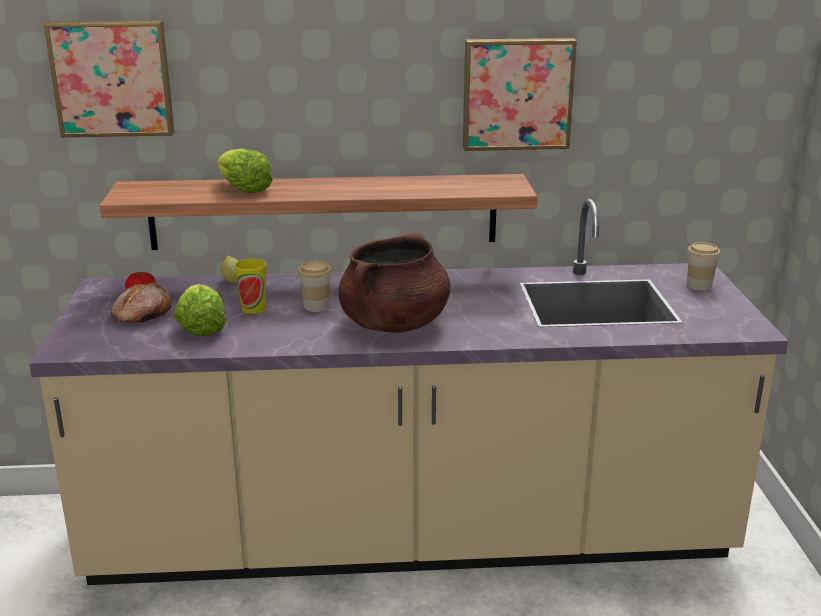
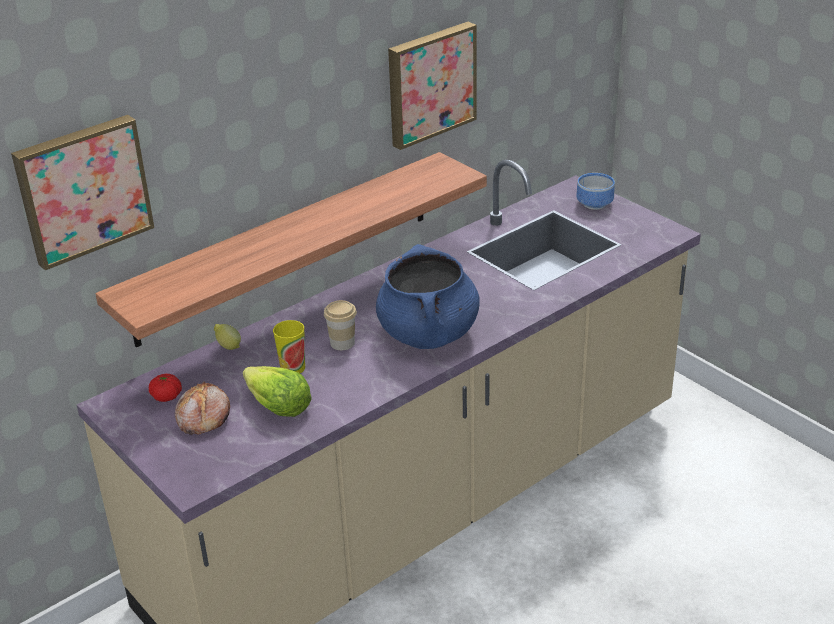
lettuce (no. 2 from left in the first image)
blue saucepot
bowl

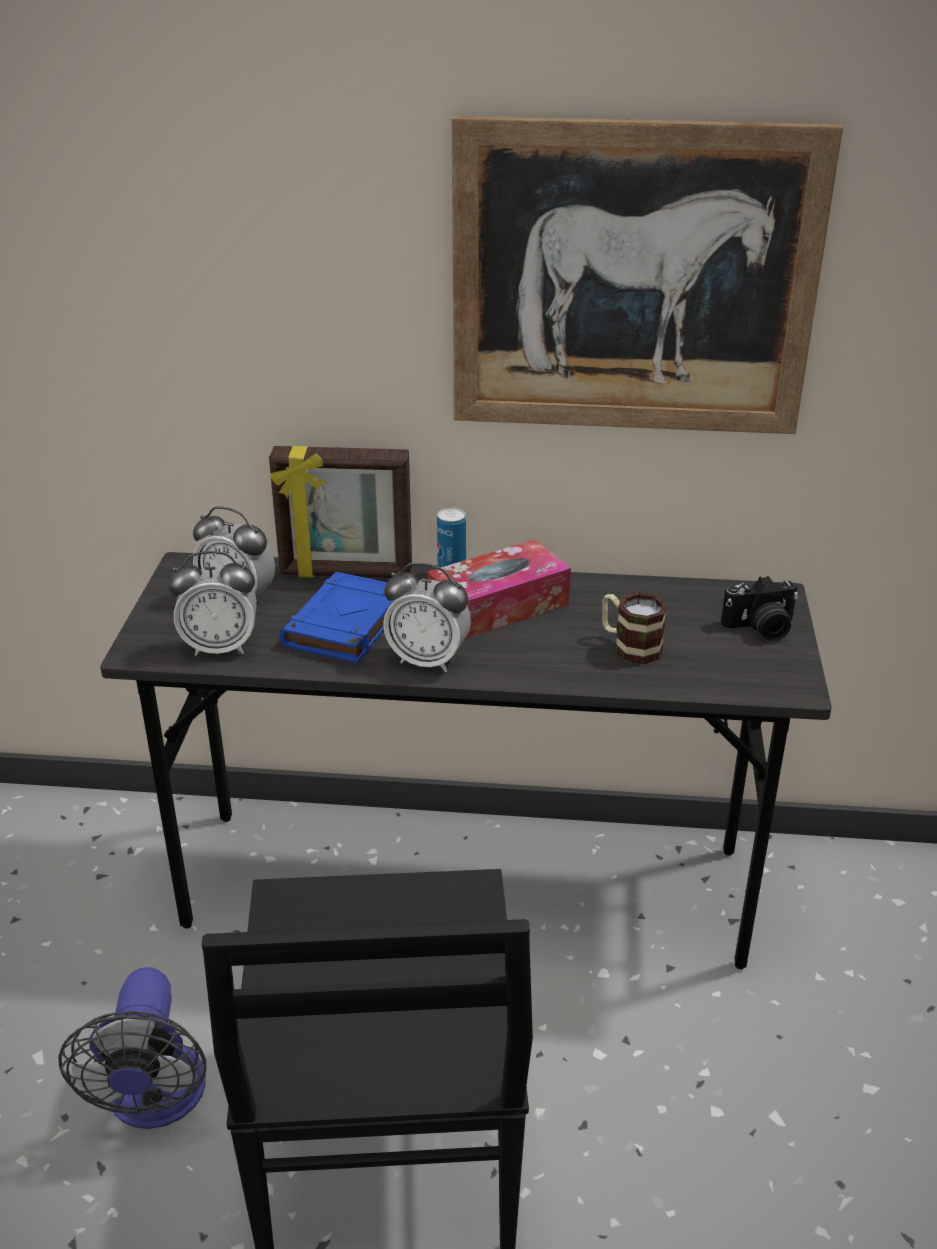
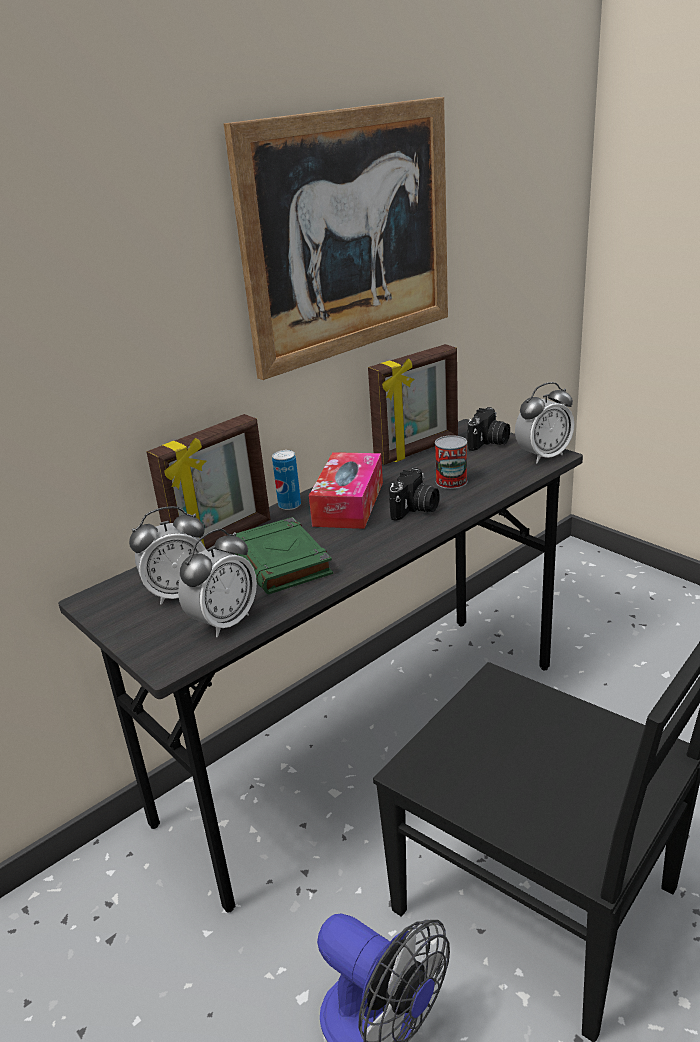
greenish bound book
bedside clock (no. 3 from left)
sealed can (no. 2 from left)
photo frame (no. 2 from left)
photo camera (no. 1 from left)

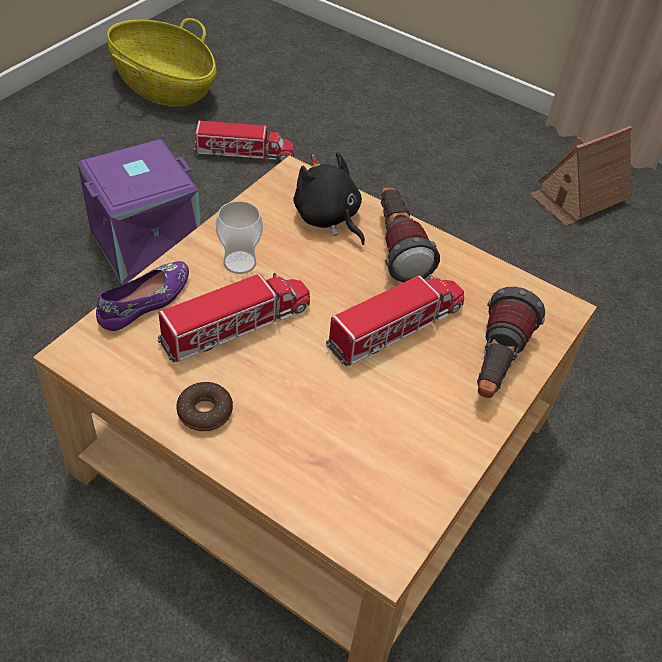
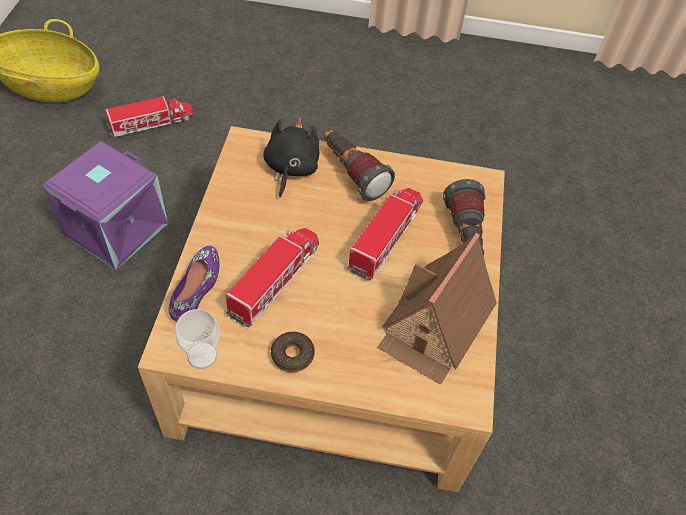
small cup
black-coloured plush toy
miniature house

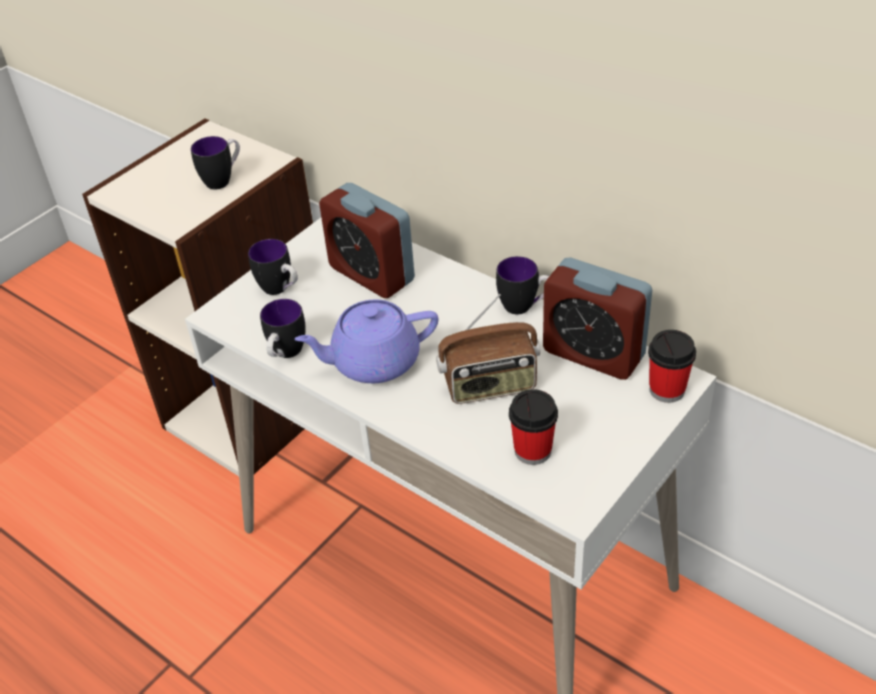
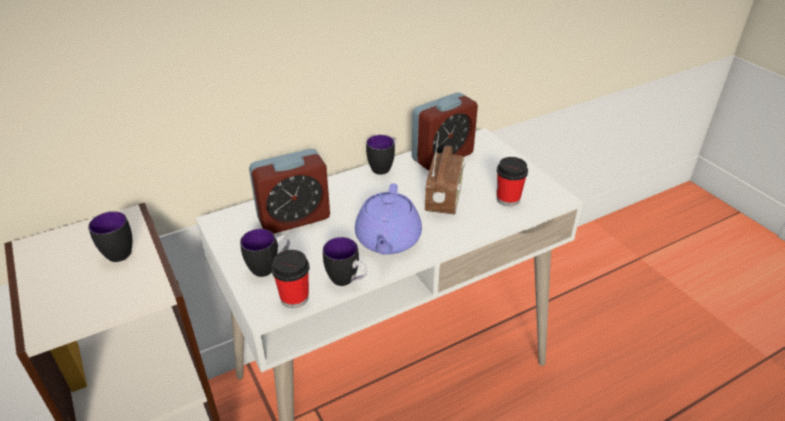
small cup (no. 1 from left)

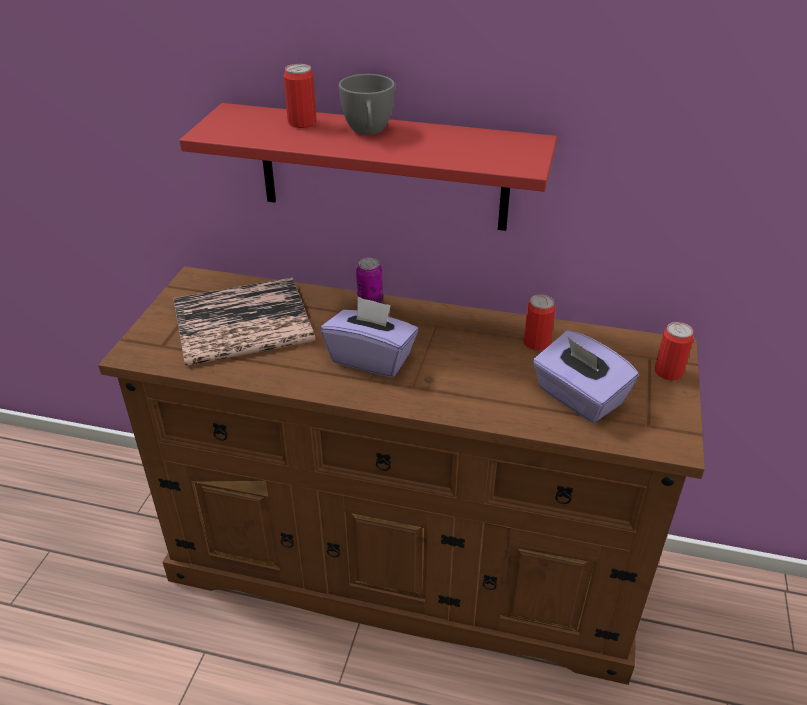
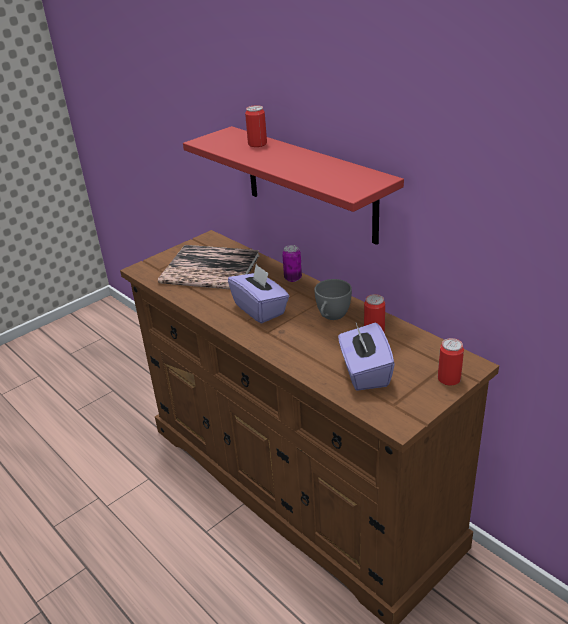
gray small cup

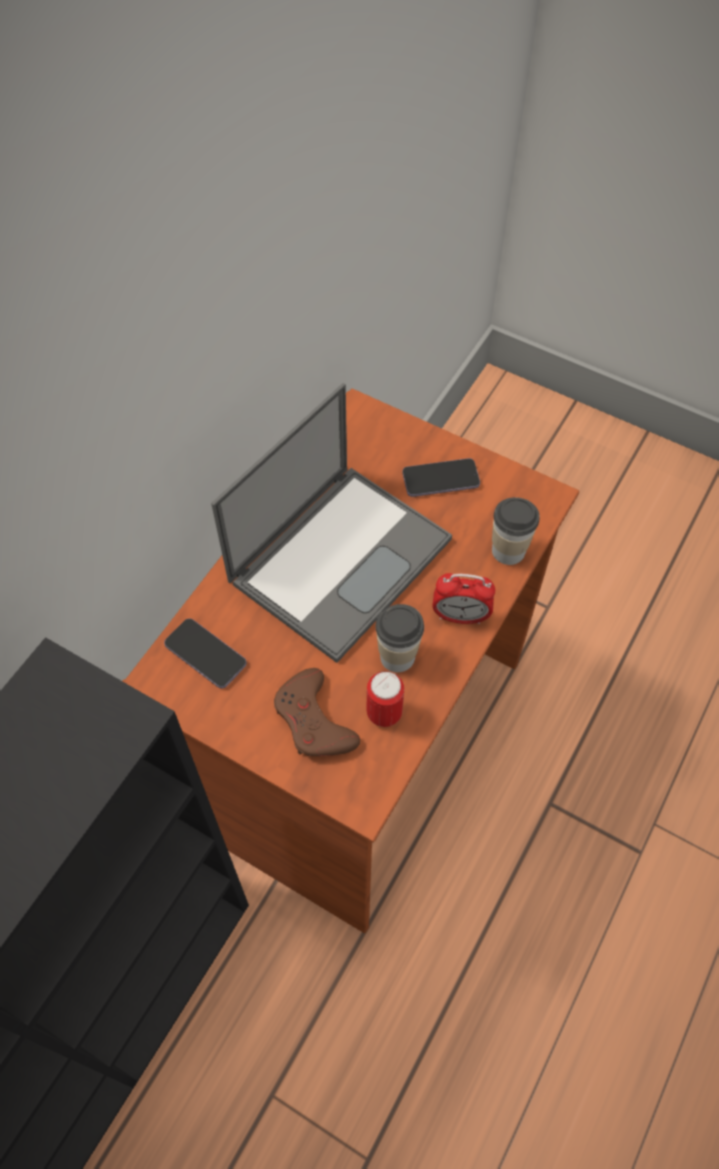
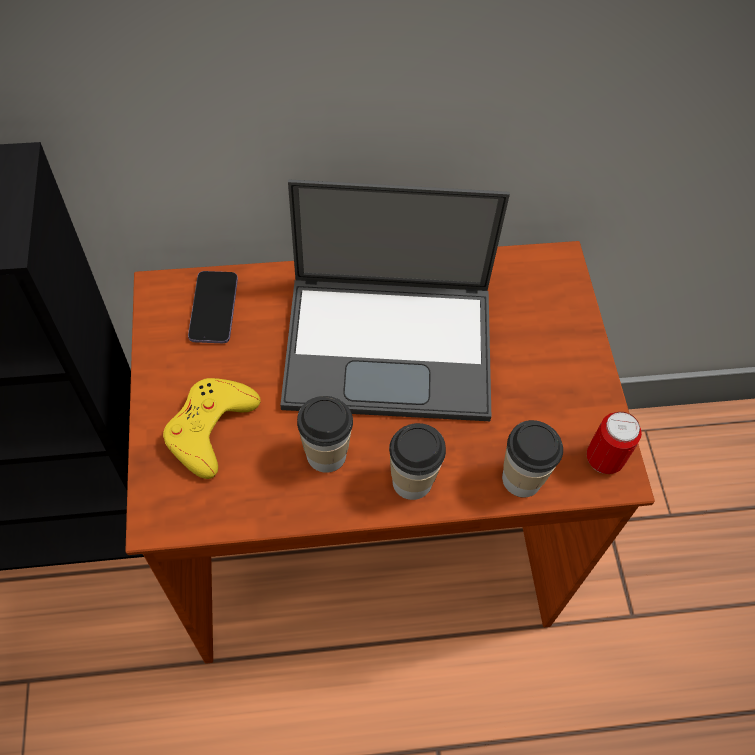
yellow-coloured game controller
sealed can
telephone (no. 2 from left in the first image)
small cup (no. 2 from left)

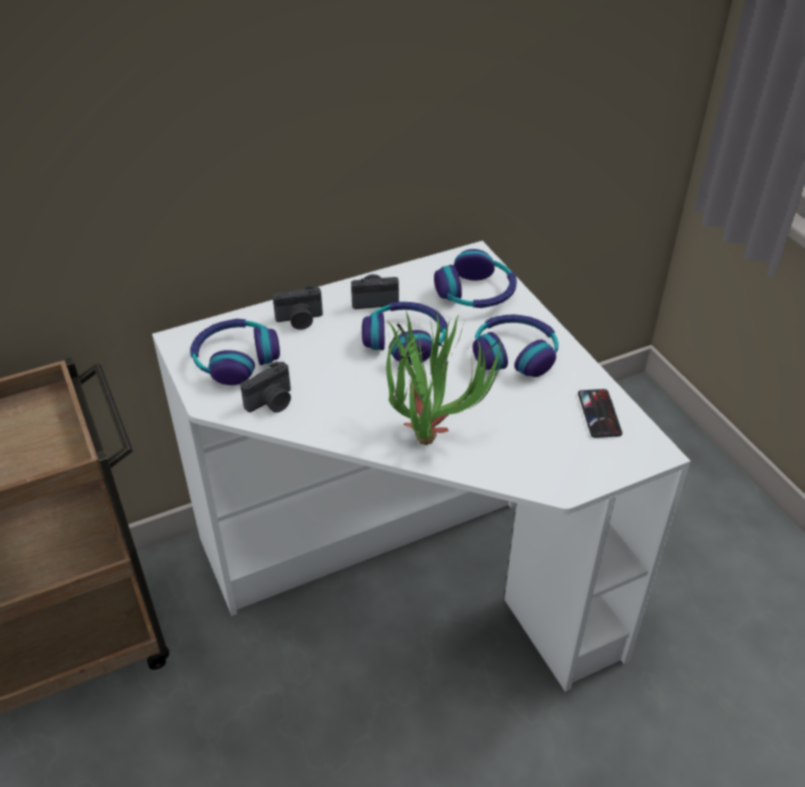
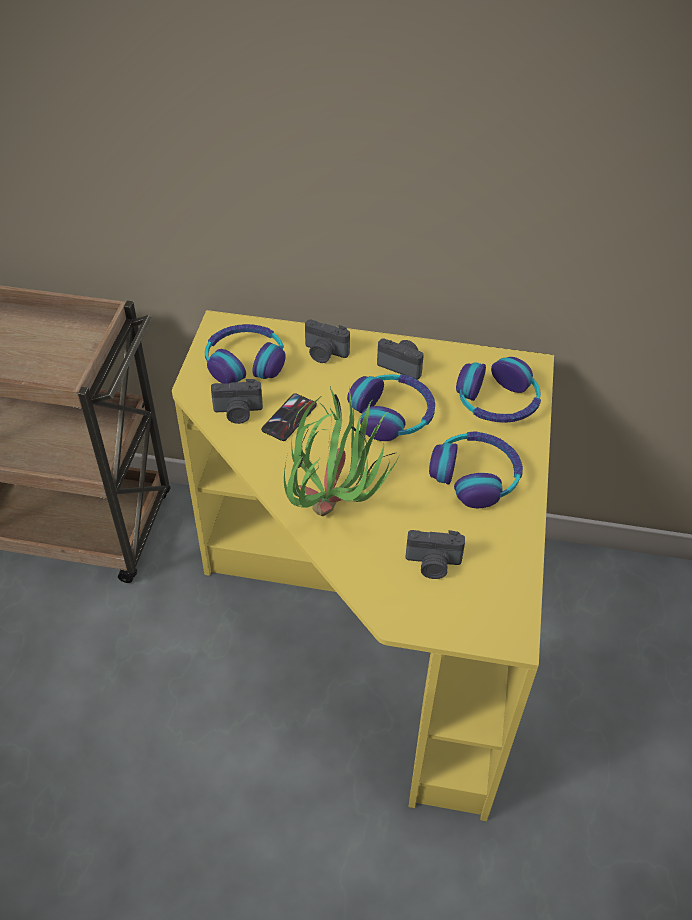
yellow-coloured desk table
telephone
photo camera (no. 4 from left)

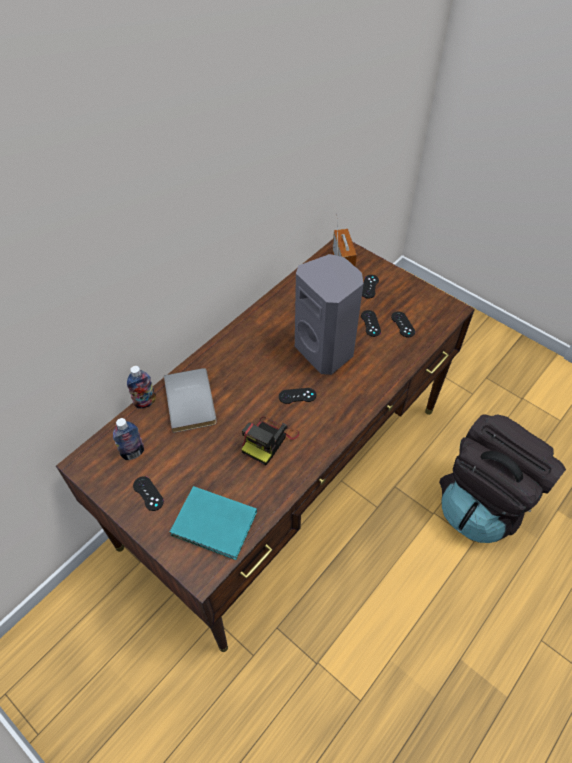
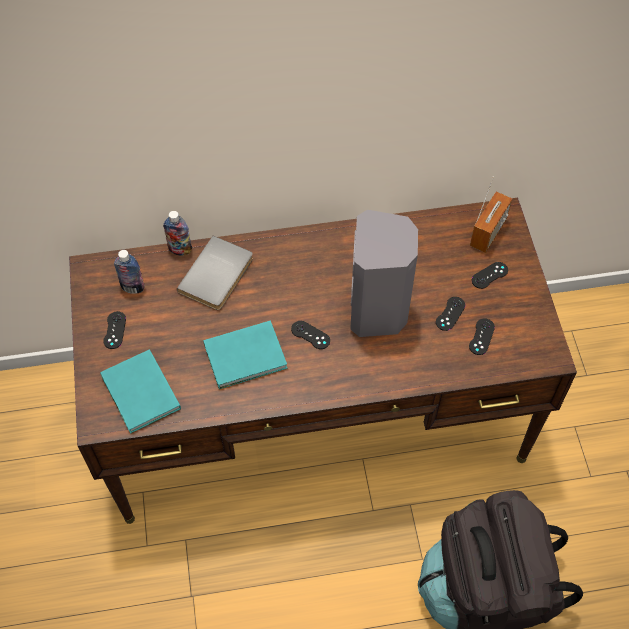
turquoise-coloured bound book (no. 2 from left)

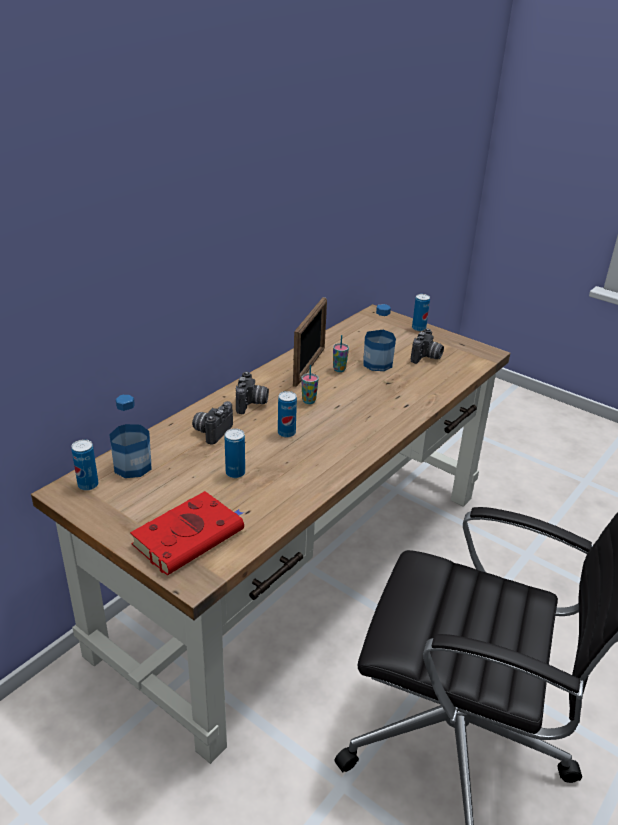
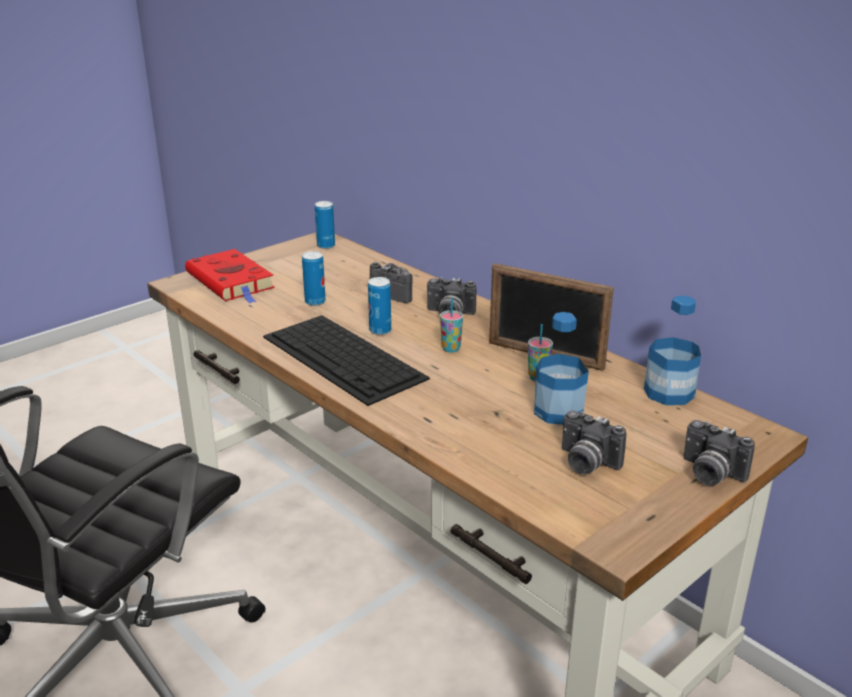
drink bottle (no. 2 from left)
photo camera (no. 4 from left)
PC keyboard

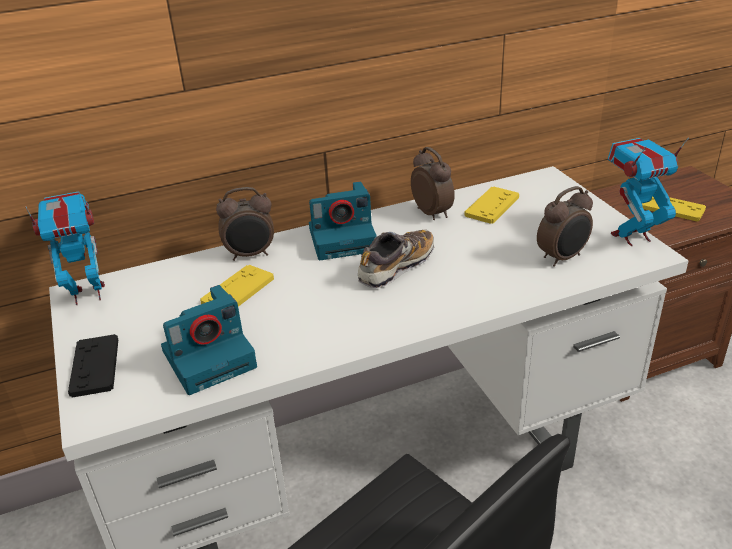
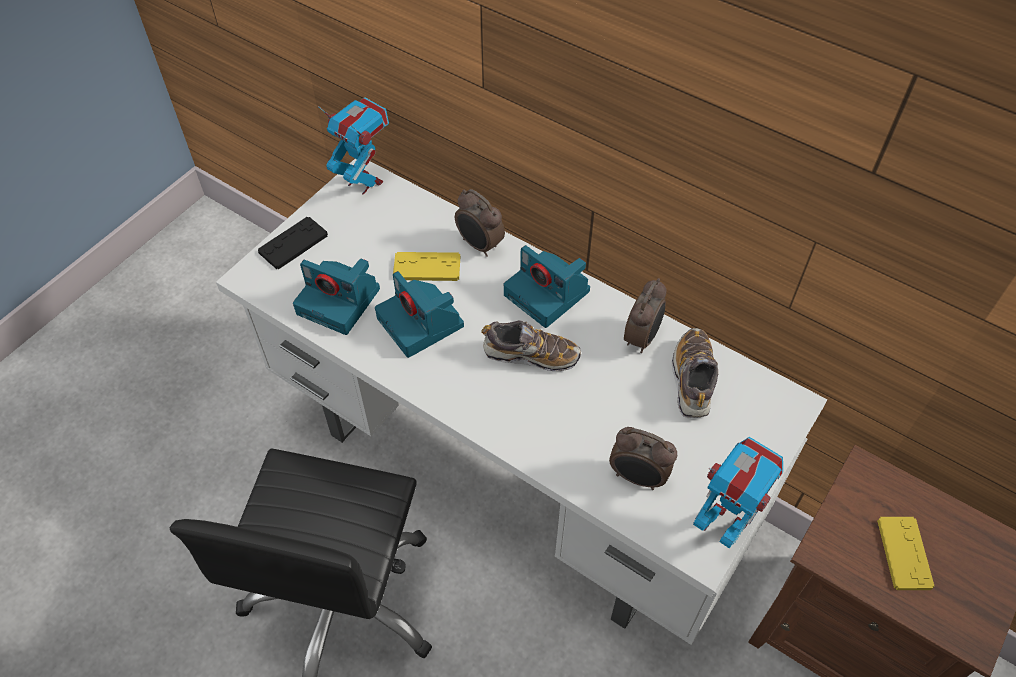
item of footwear (no. 2 from left)
photo camera (no. 2 from left)

